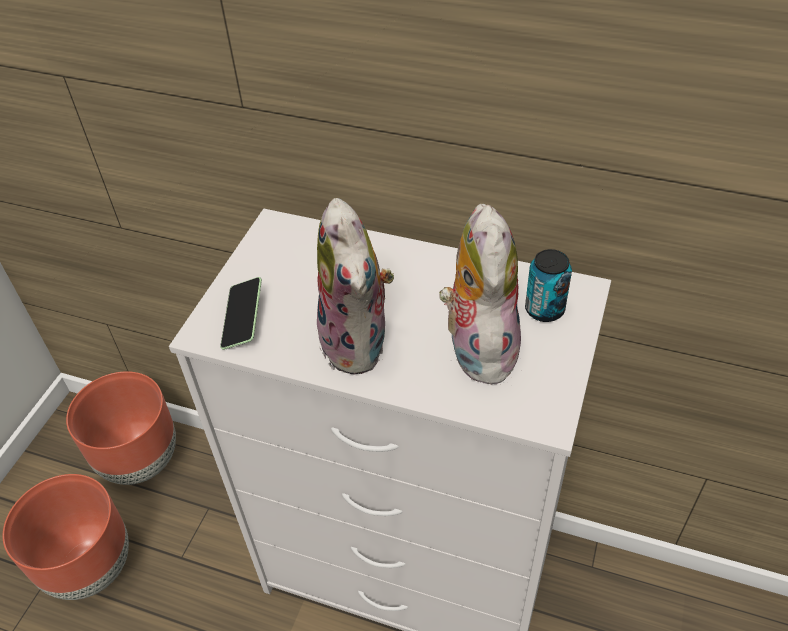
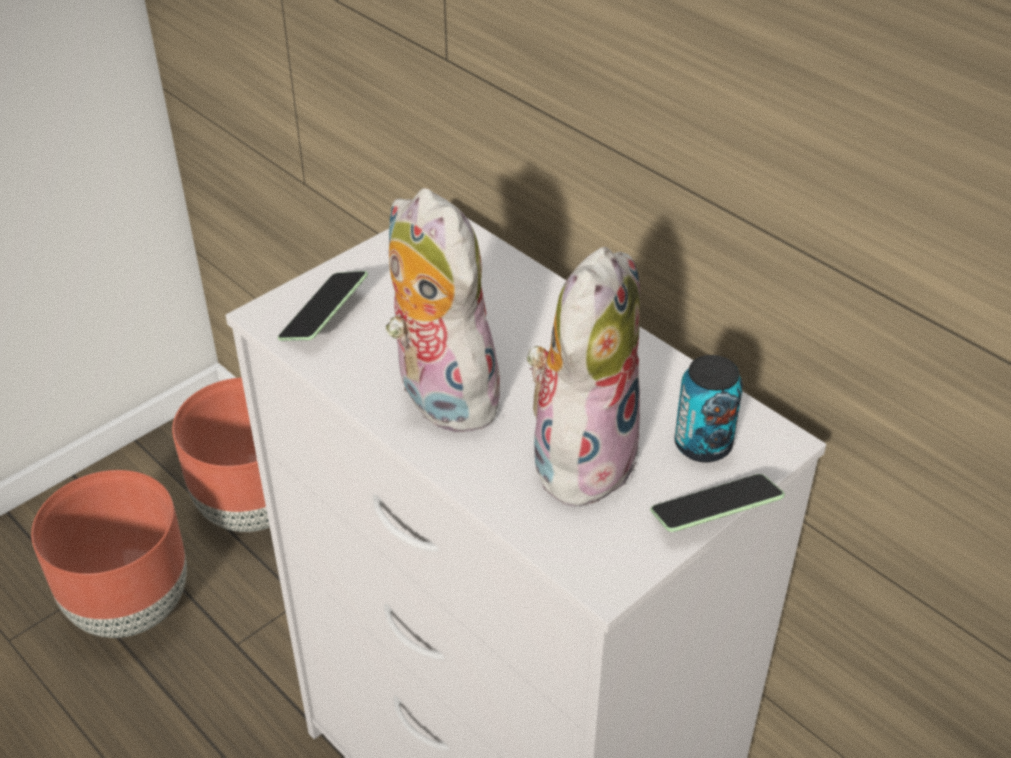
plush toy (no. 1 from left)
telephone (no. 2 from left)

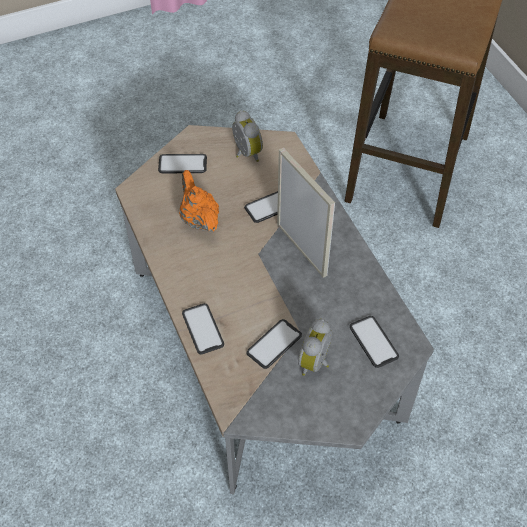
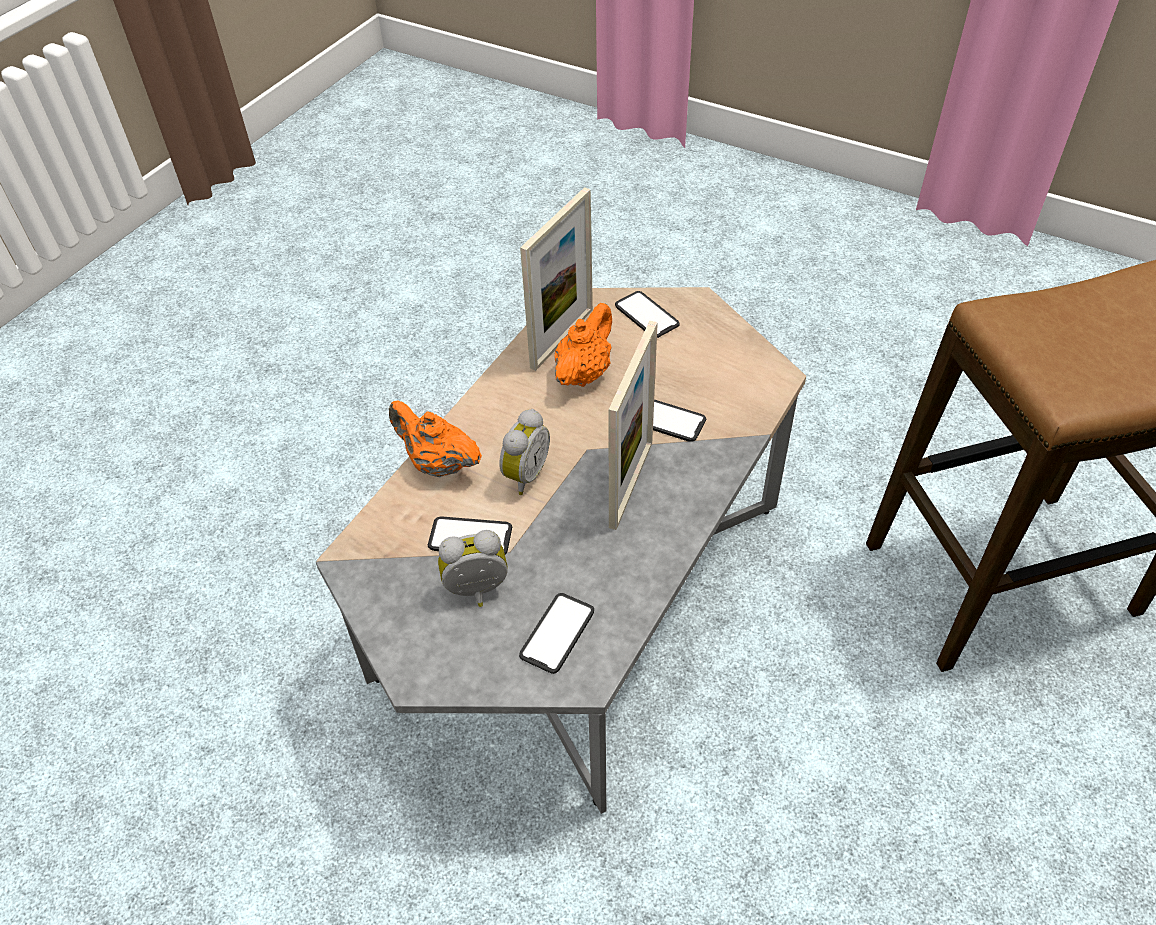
orange pot for tea (no. 1 from left)
bedside clock (no. 2 from left)
photo frame (no. 1 from left)

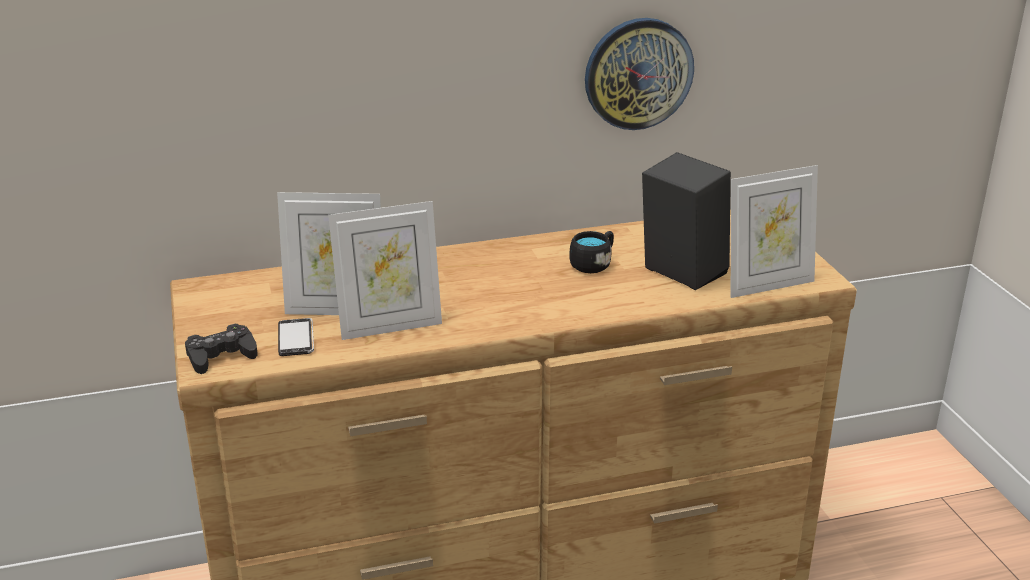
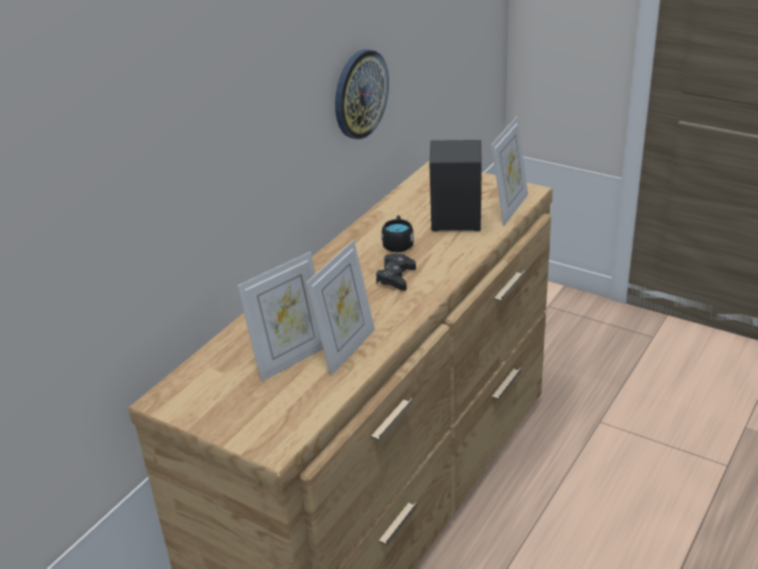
black-coloured game controller
telephone

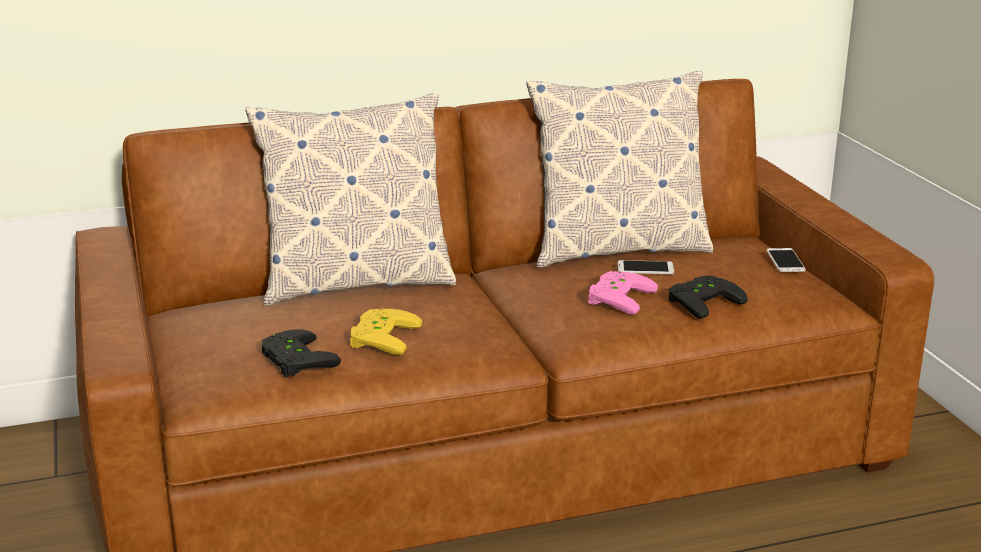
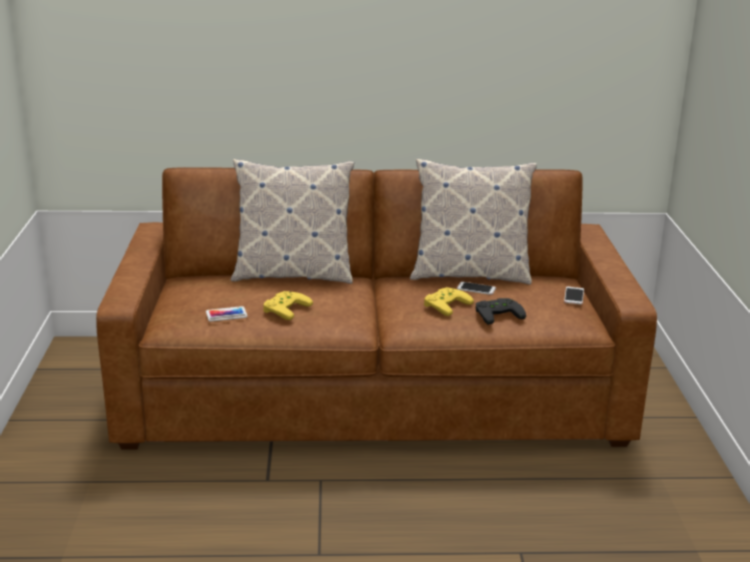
telephone (no. 1 from left)
yellow-coloured game controller (no. 2 from left)

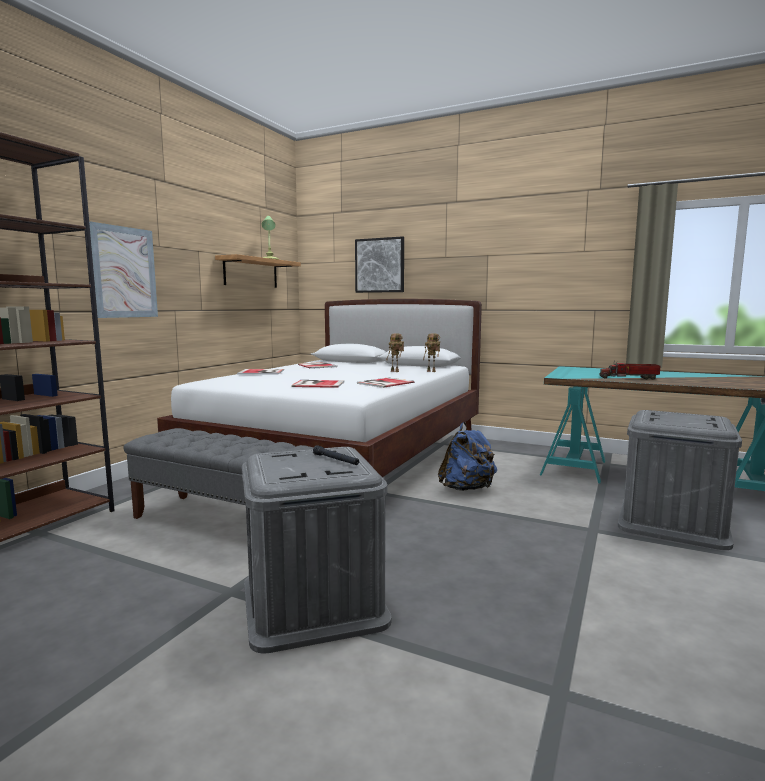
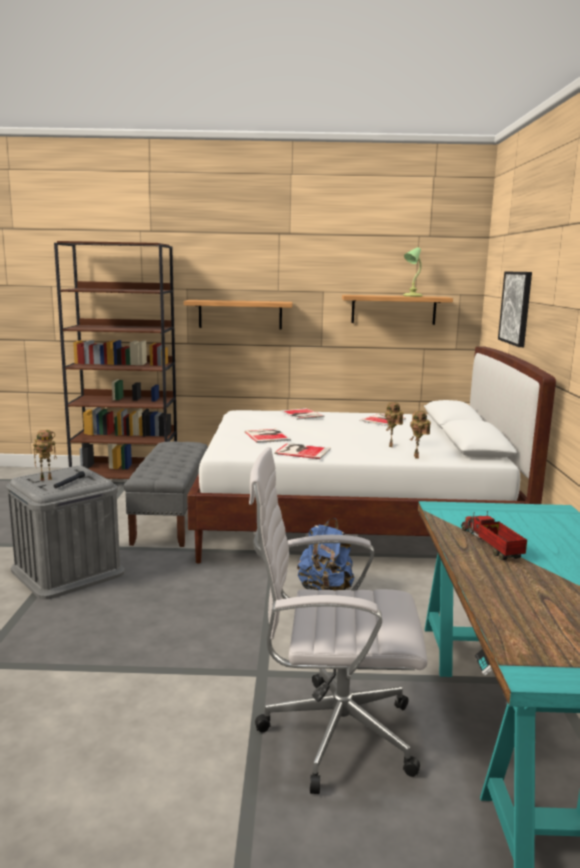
bracket shelf (no. 1 from left)
white computer chair
toy robot (no. 1 from left)

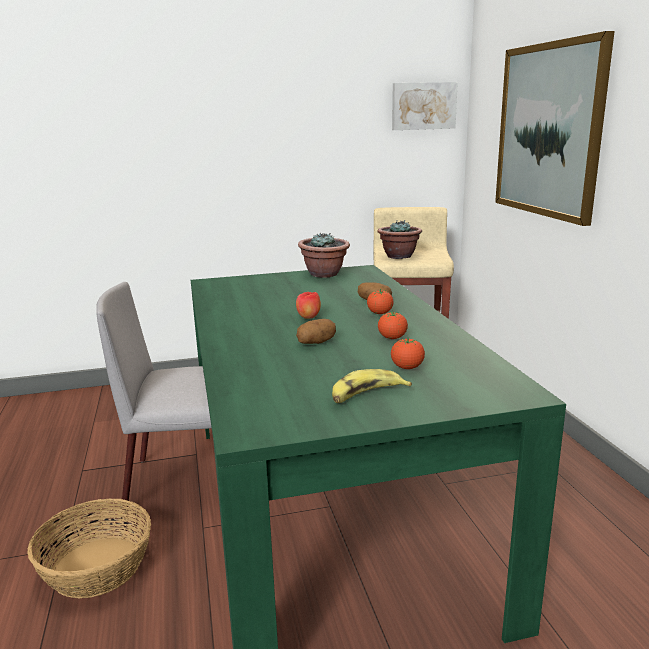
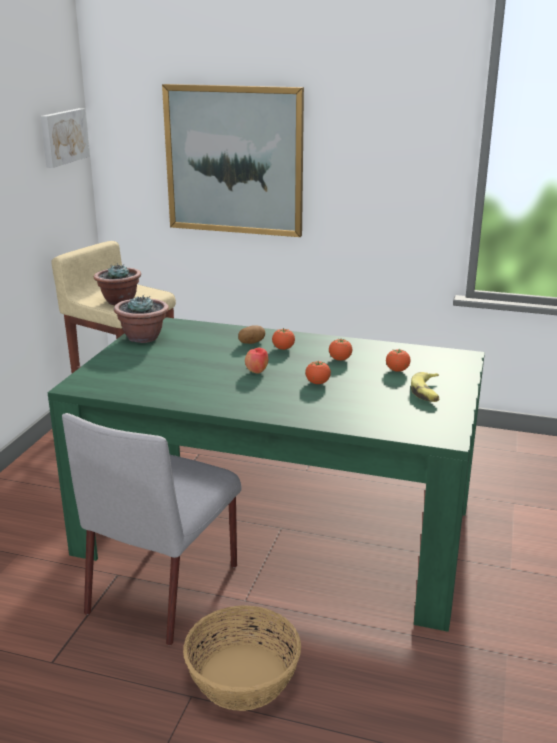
fresh tomato (no. 2 from left)

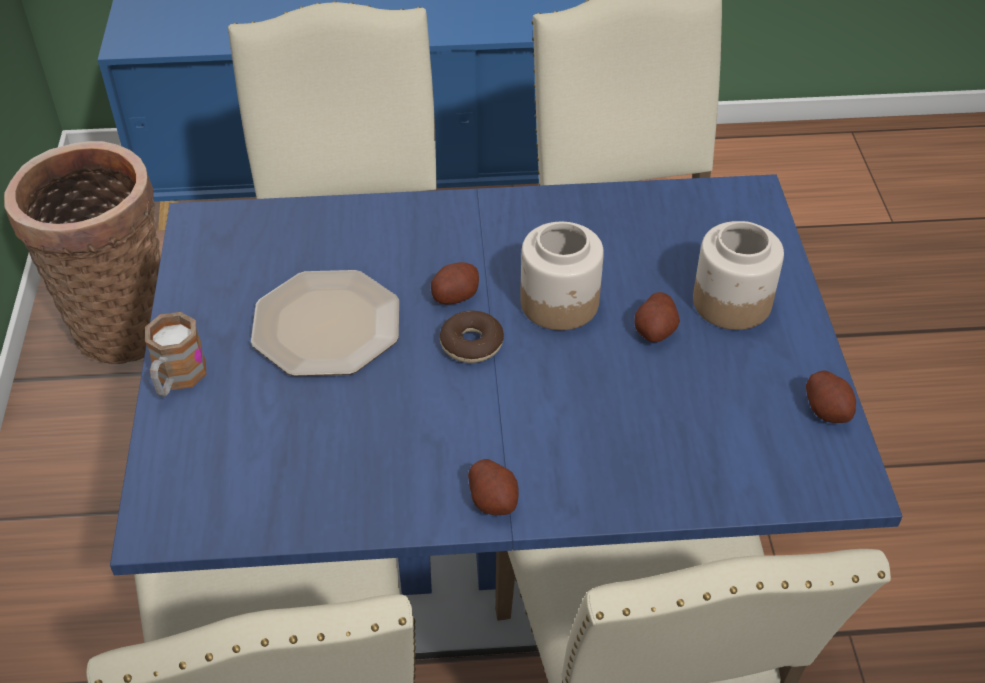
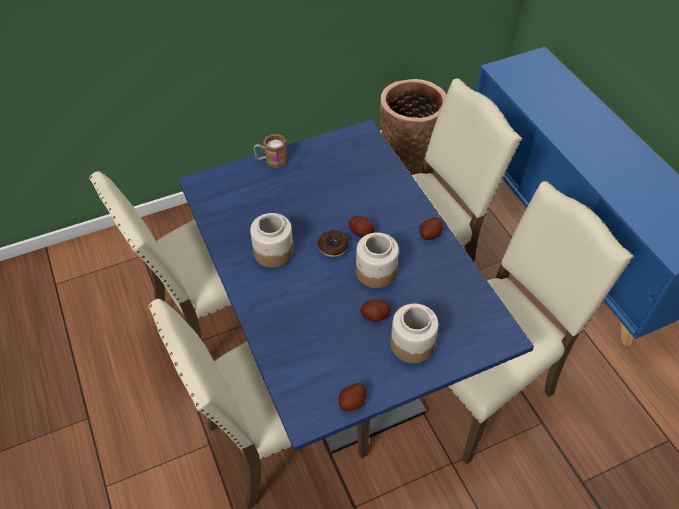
plate
whole potato (no. 4 from left)
jar (no. 1 from left)

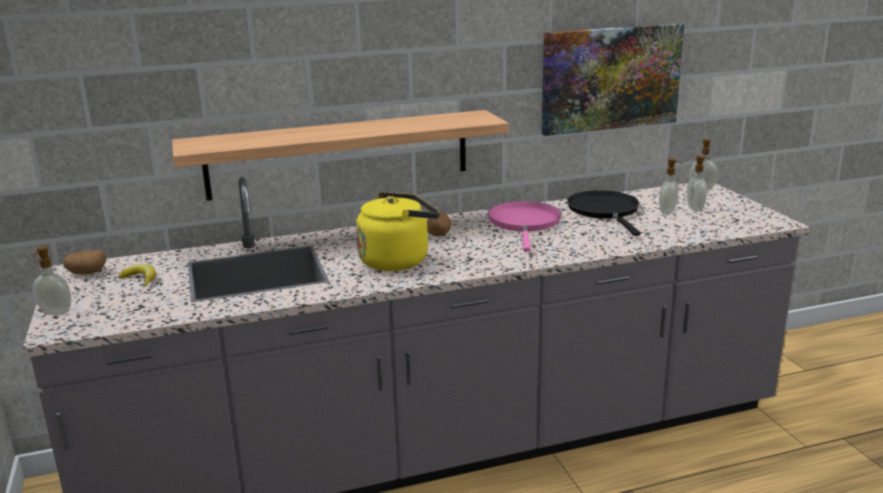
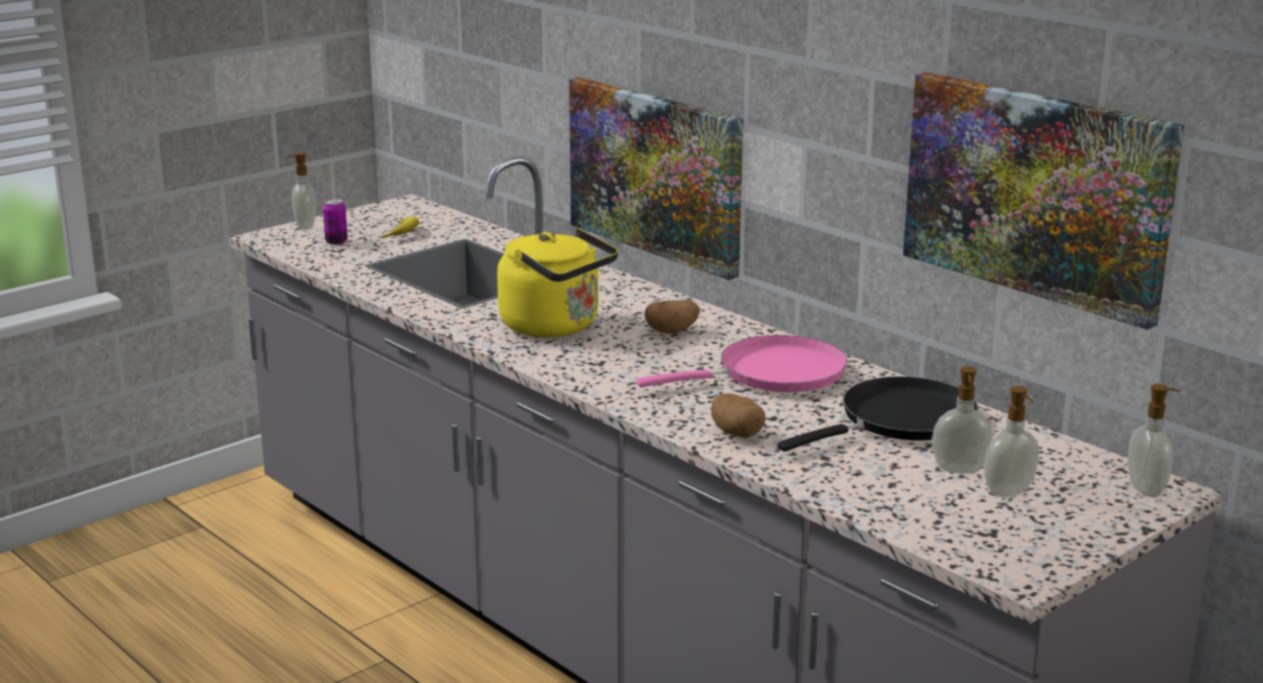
whole potato (no. 2 from left)
wall picture (no. 1 from left)
sealed can

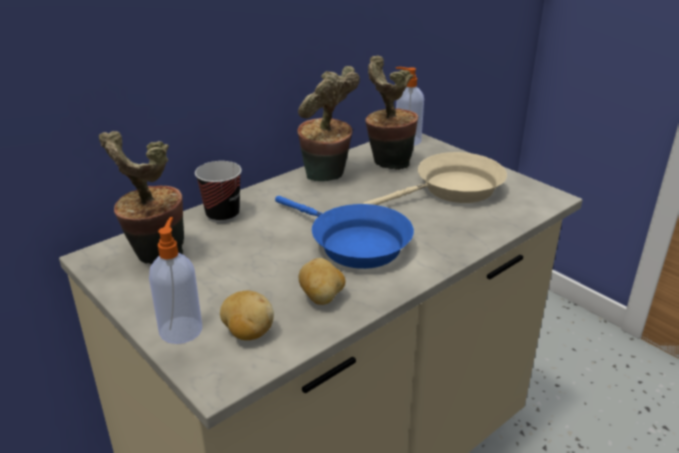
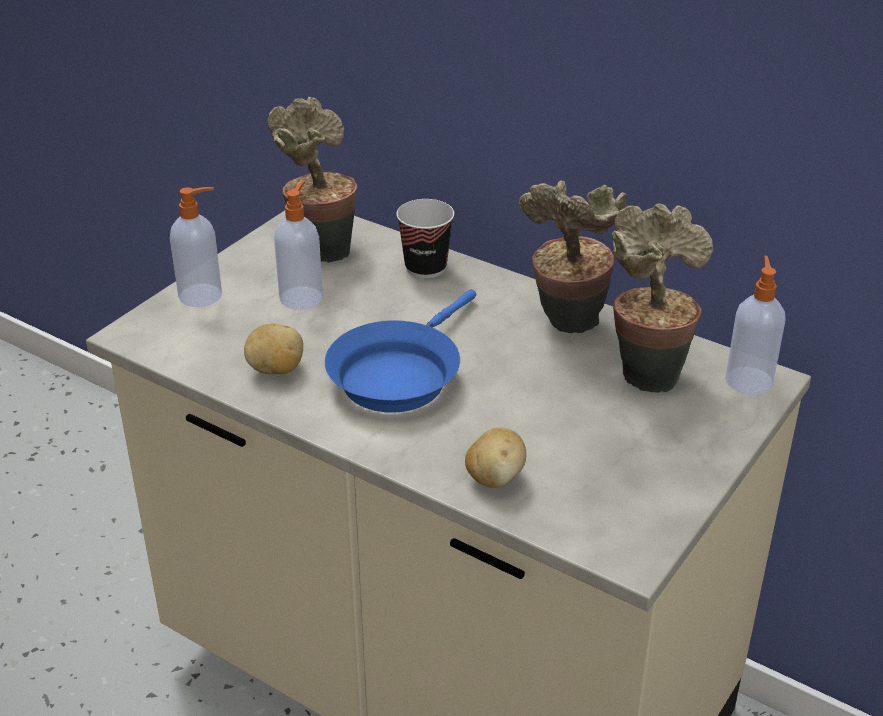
whole potato (no. 2 from left)
beige-coloured skillet
soap bottle (no. 2 from left)

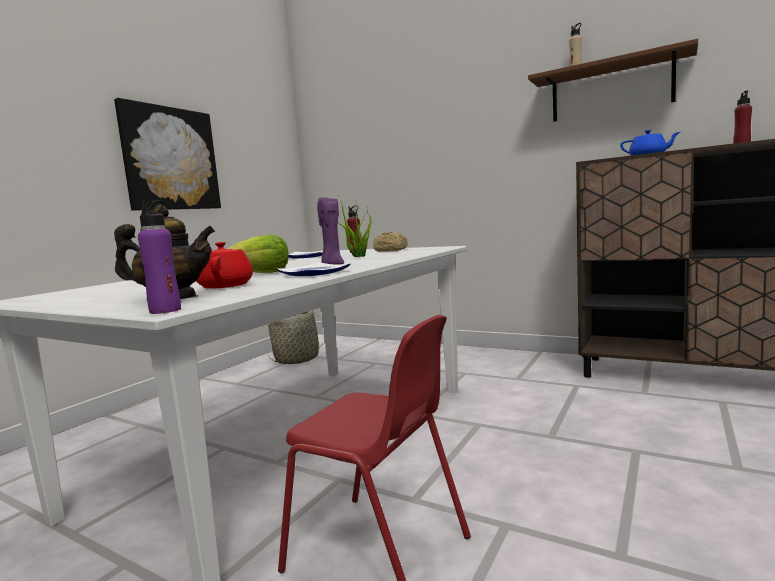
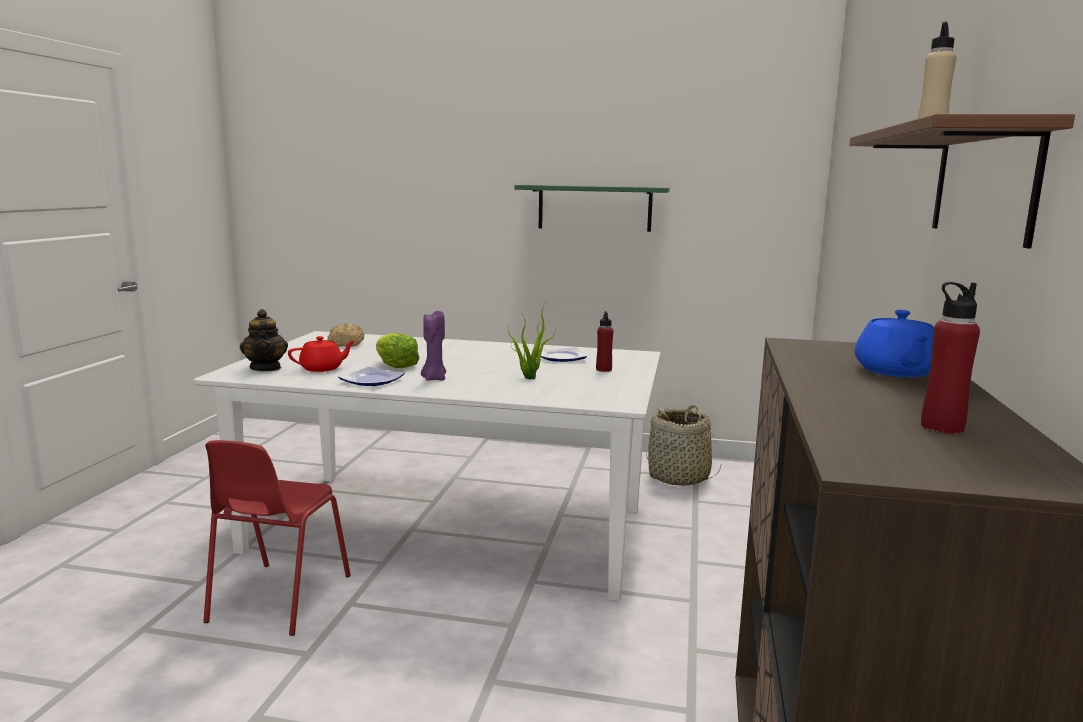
greenish bracket shelf
purple drink bottle
bread

